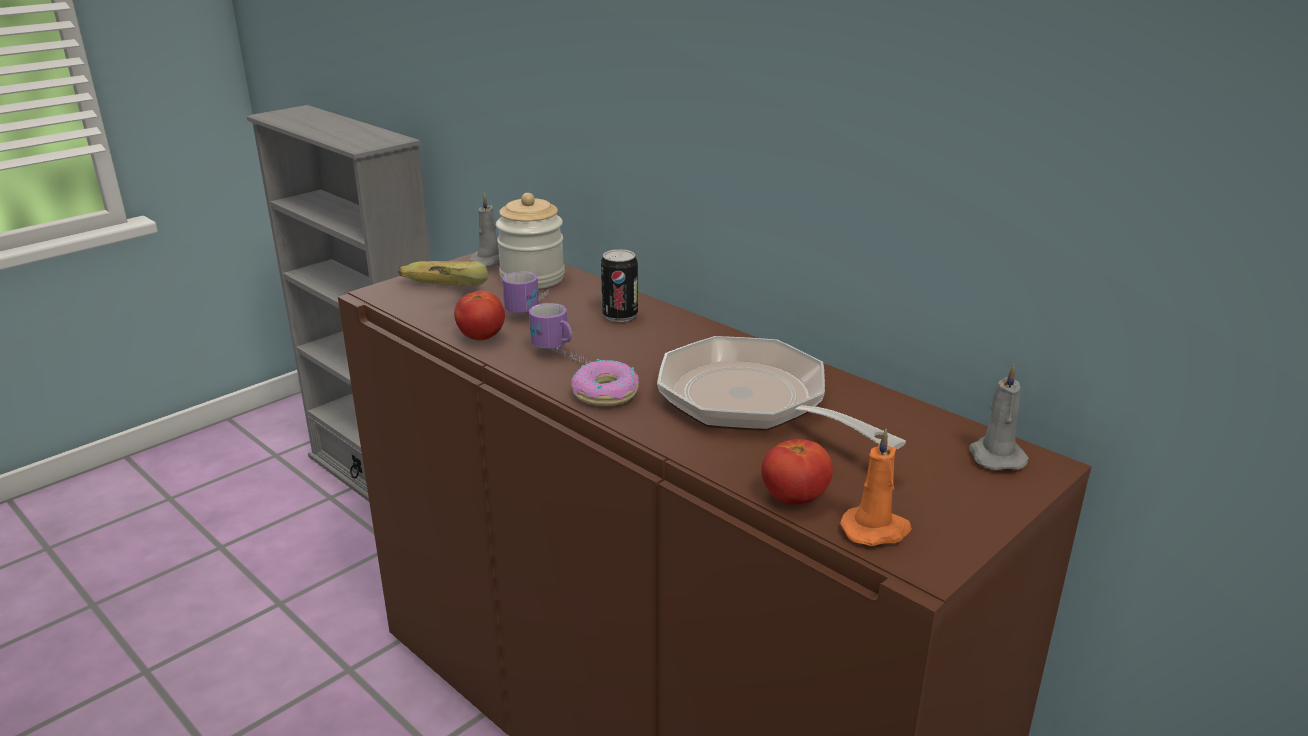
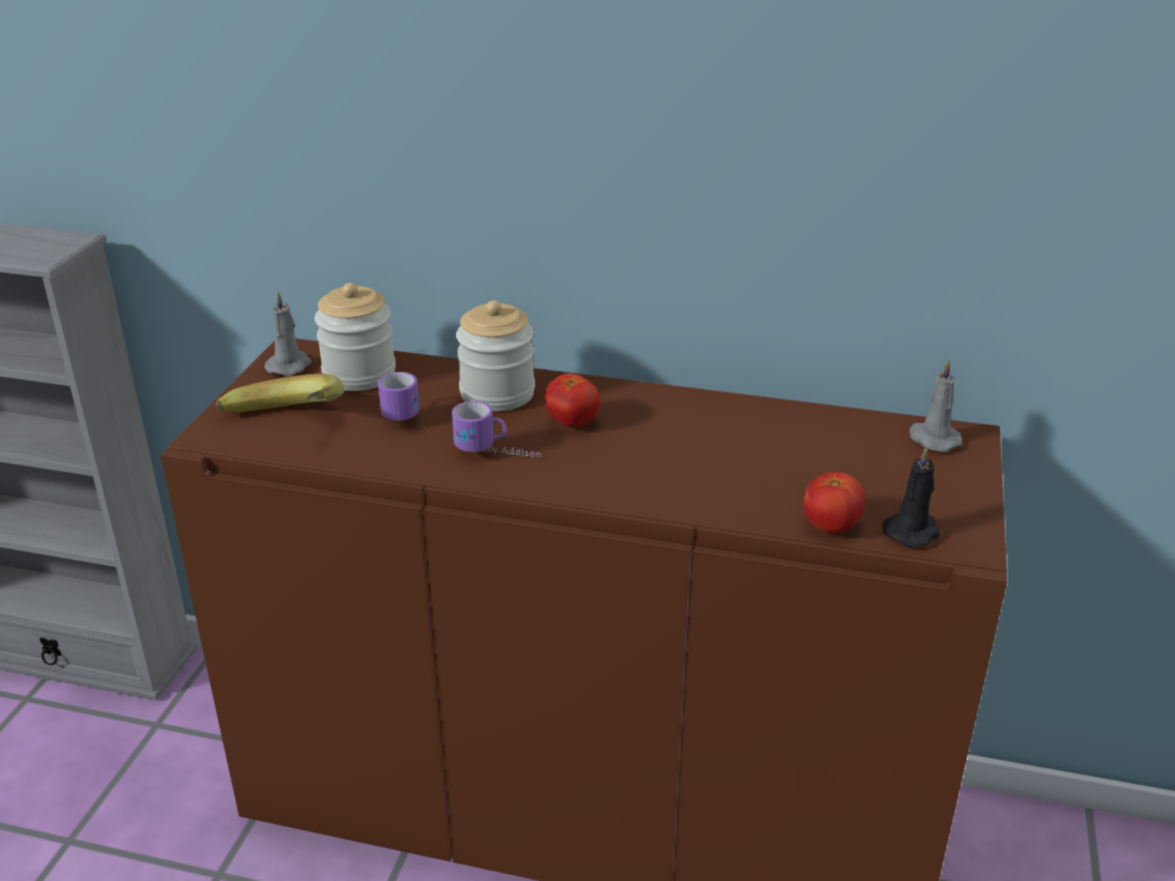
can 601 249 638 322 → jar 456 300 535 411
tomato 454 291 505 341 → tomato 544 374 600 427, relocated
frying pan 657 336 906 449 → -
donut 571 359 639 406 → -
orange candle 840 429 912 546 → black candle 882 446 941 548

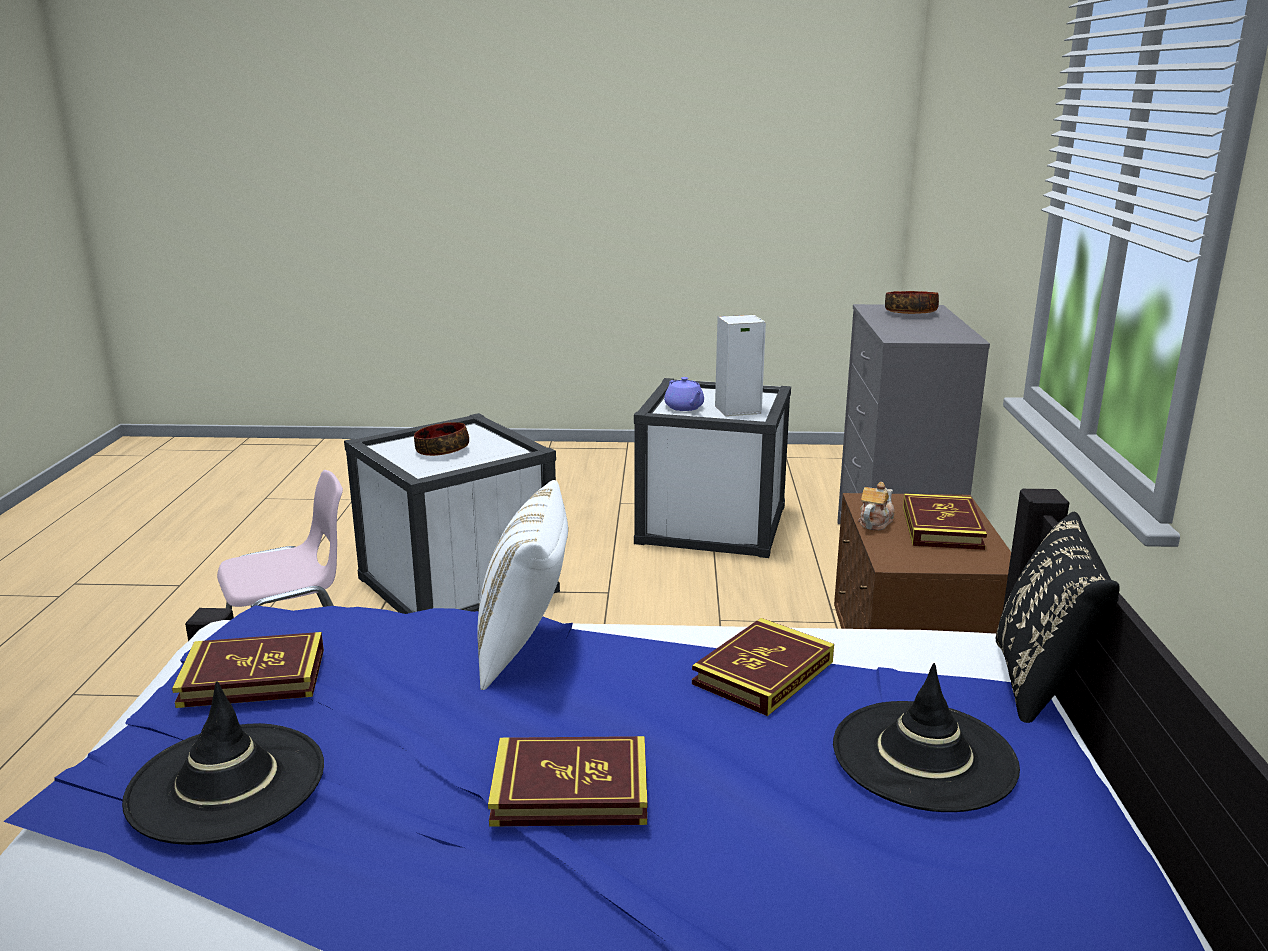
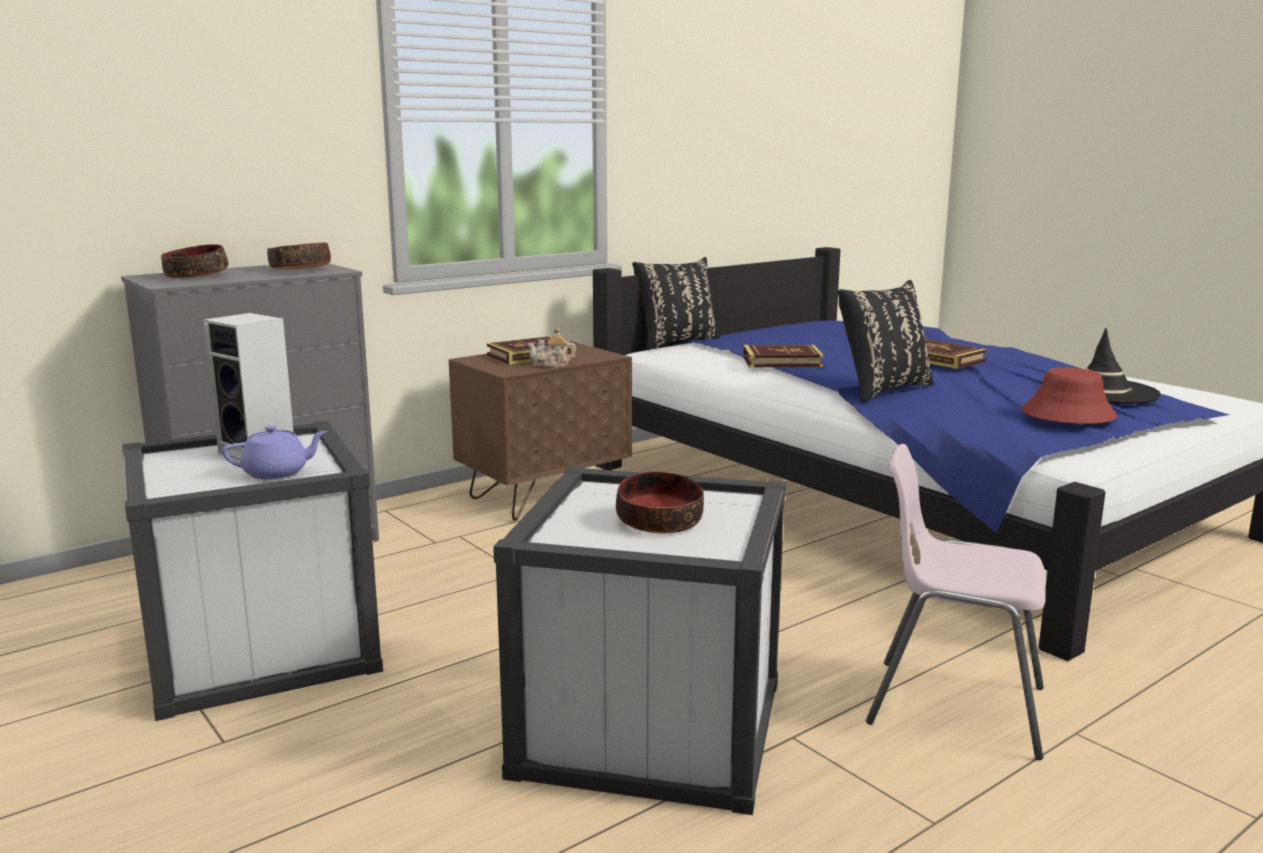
purple teapot 664 377 704 411 → purple teapot 222 425 328 480, 45 degrees clockwise
white pillow 478 480 568 690 → black pillow 838 280 934 402
book 172 632 324 708 → red hat 1021 368 1117 424
black hat 833 663 1020 812 → -
- → bowl 267 242 331 270

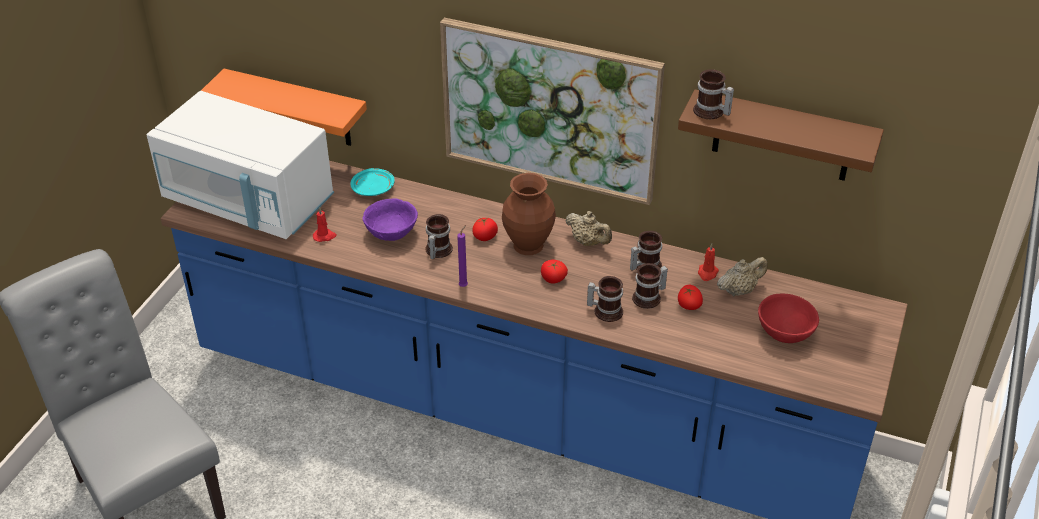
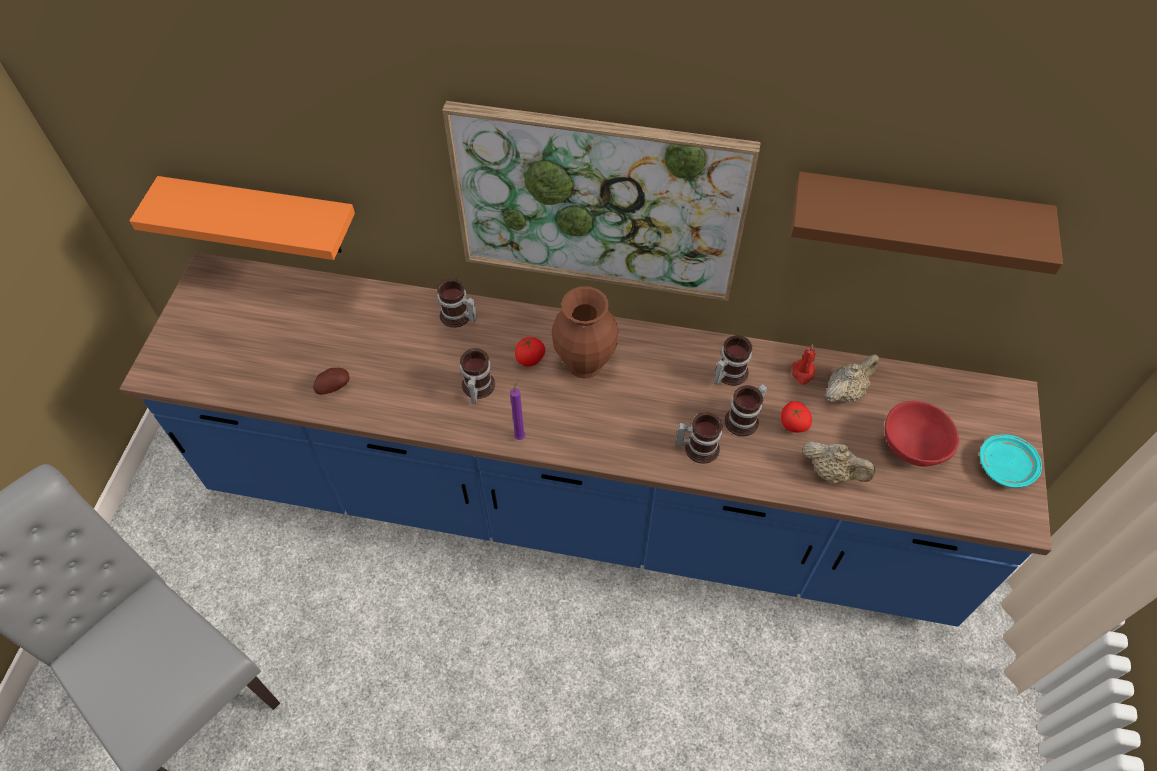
mug 693 69 734 119 → mug 437 278 477 328, relocated
white microwave 146 91 334 239 → -
turquoise plate 351 168 394 196 → turquoise plate 980 434 1042 488, relocated
purple bowl 362 198 418 241 → -
red candle 313 207 337 242 → potato 313 368 349 394
beige teapot 565 211 612 246 → beige teapot 803 442 875 484, relocated
tomato 541 260 568 284 → -

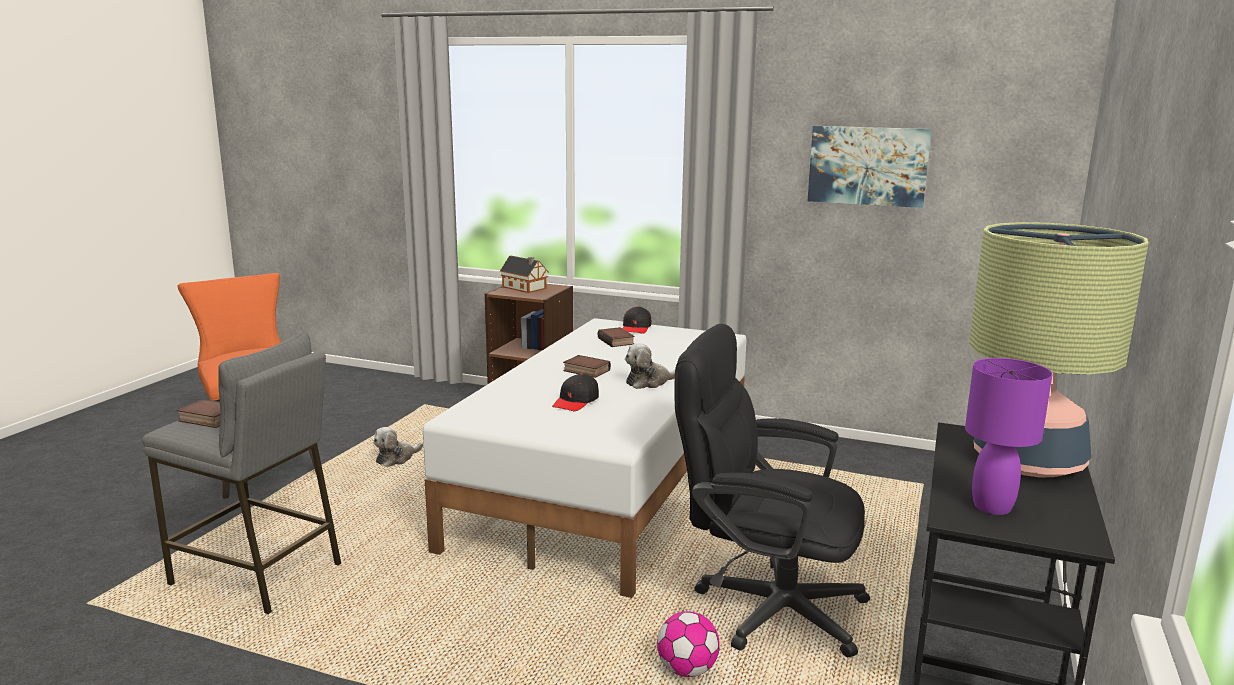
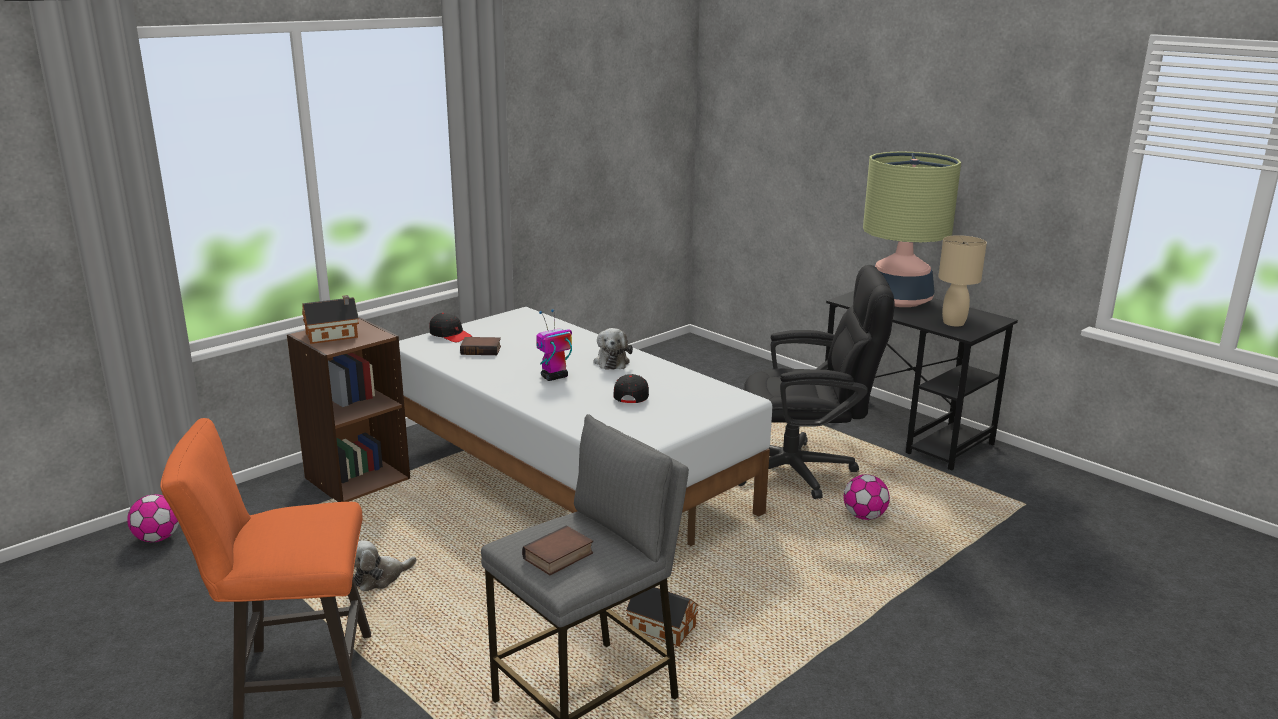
picture 808 126 932 208 → -
black office chair 675 324 870 658 → black office chair 739 265 895 499, 135 degrees counterclockwise
book 563 355 611 378 → toy robot 536 309 572 381
purple table lamp 965 358 1053 515 → beige table lamp 938 235 987 327
black cap 552 373 599 411 → black cap 613 374 649 403, 135 degrees counterclockwise
plush toy 373 427 423 467 → plush toy 354 541 417 591, 75 degrees clockwise
- → football 127 494 179 542
- → toy house 626 587 699 646

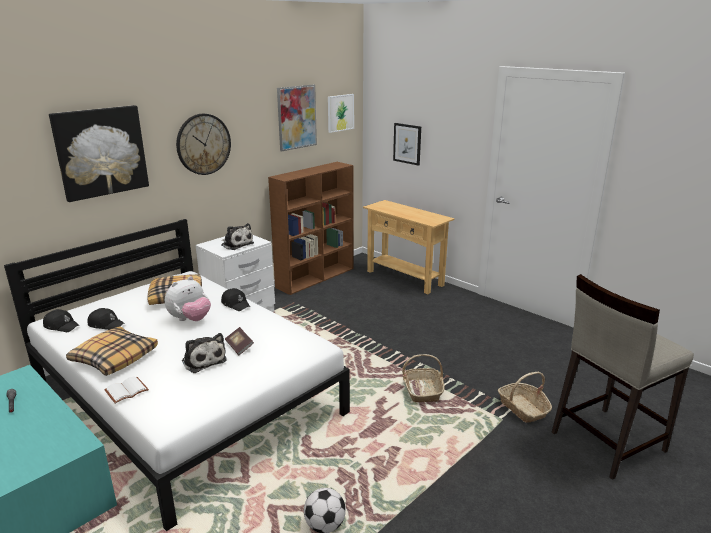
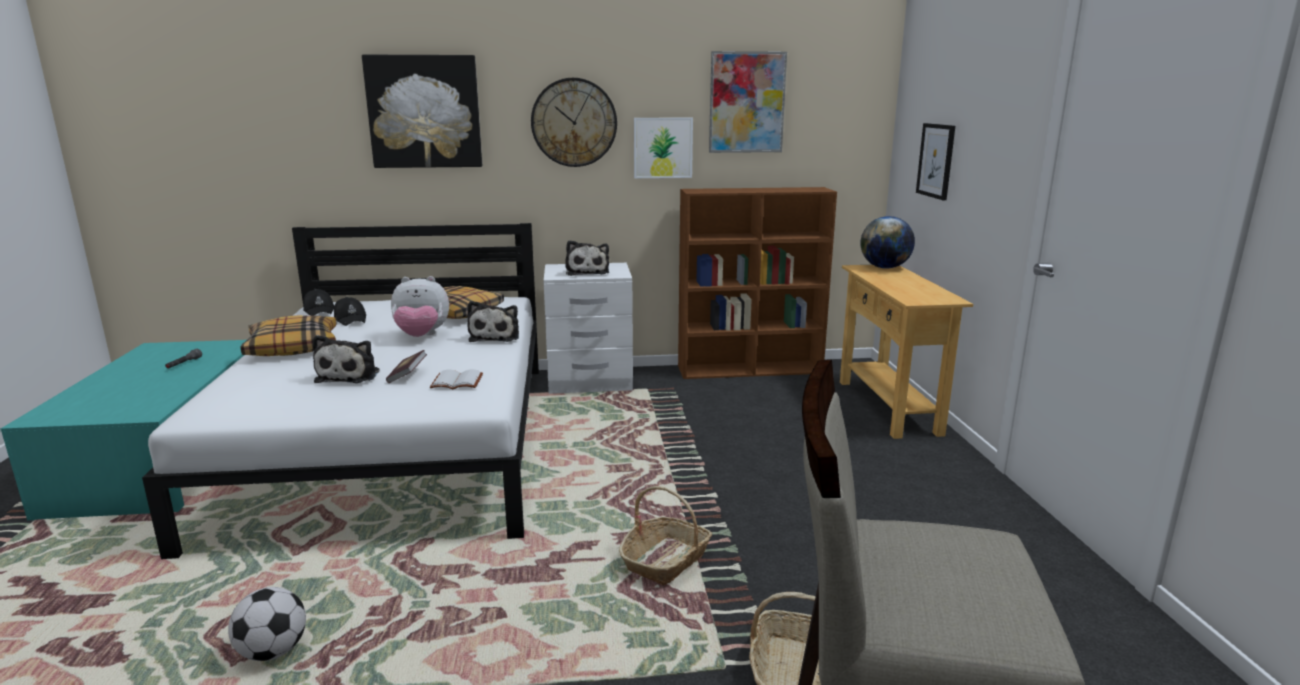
picture 328 94 354 133 → picture 634 118 693 178, relocated
black cap 221 288 250 311 → plush toy 467 301 519 342
white book 104 376 149 404 → white book 430 369 483 389, relocated
- → globe 861 216 915 269

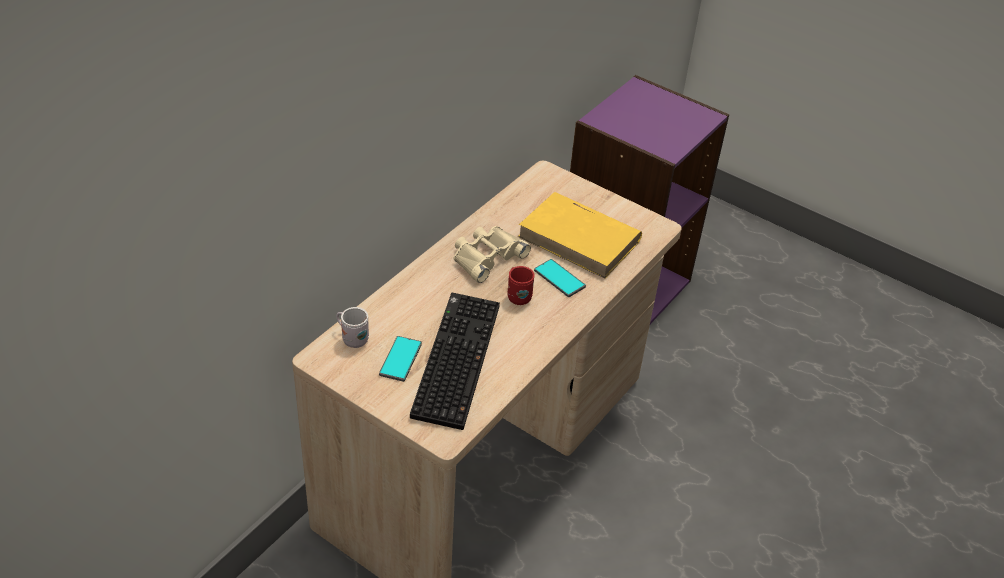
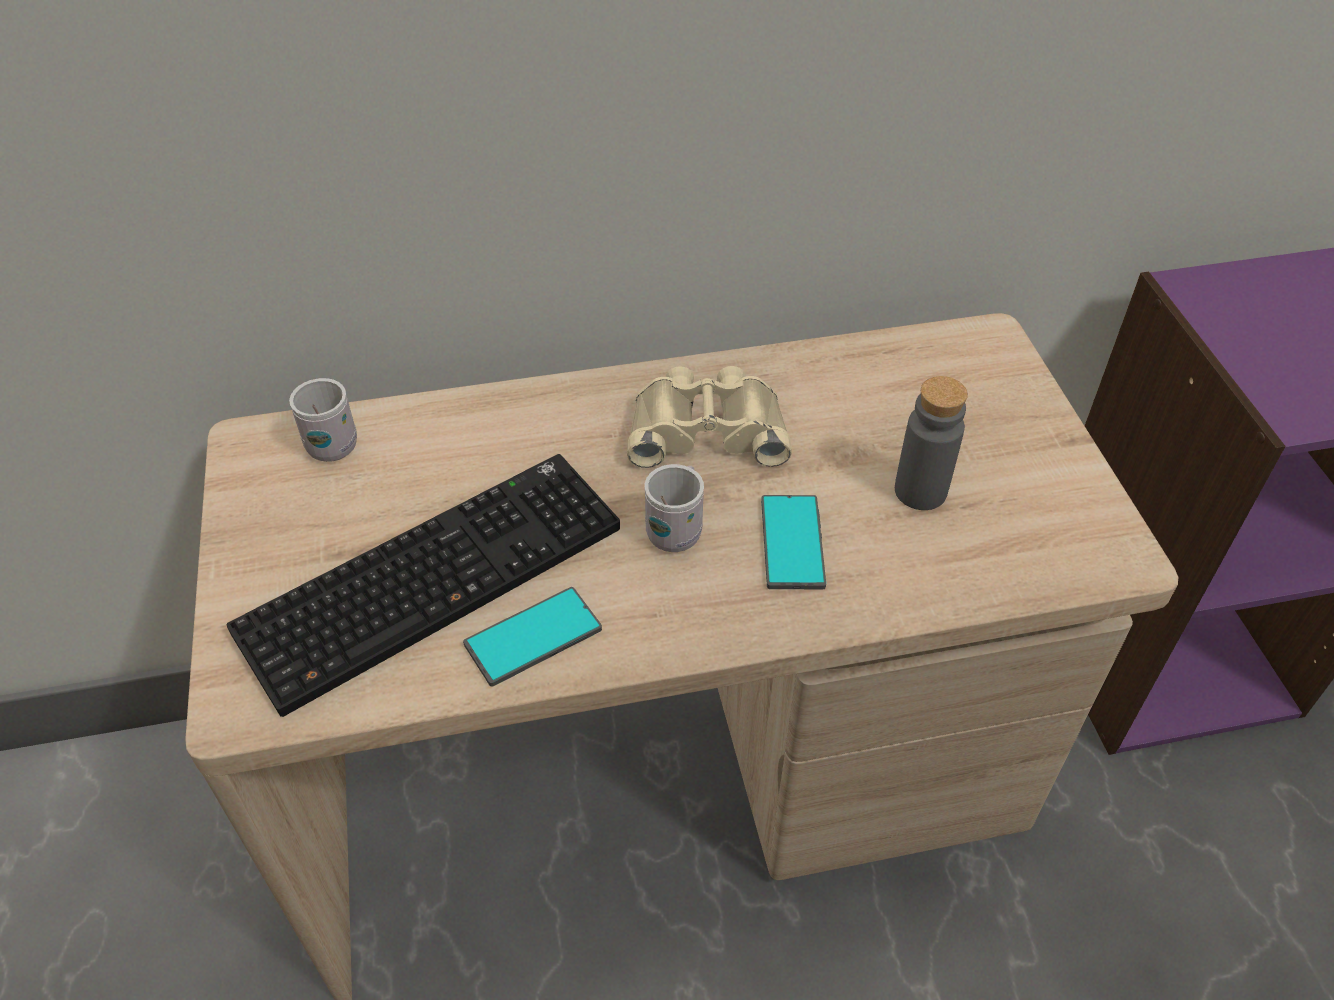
yellow book 518 192 642 279 → grey bottle 895 376 968 510
red mug 507 266 535 305 → white mug 644 464 704 552
phone 379 336 422 382 → phone 463 587 602 687, relocated

